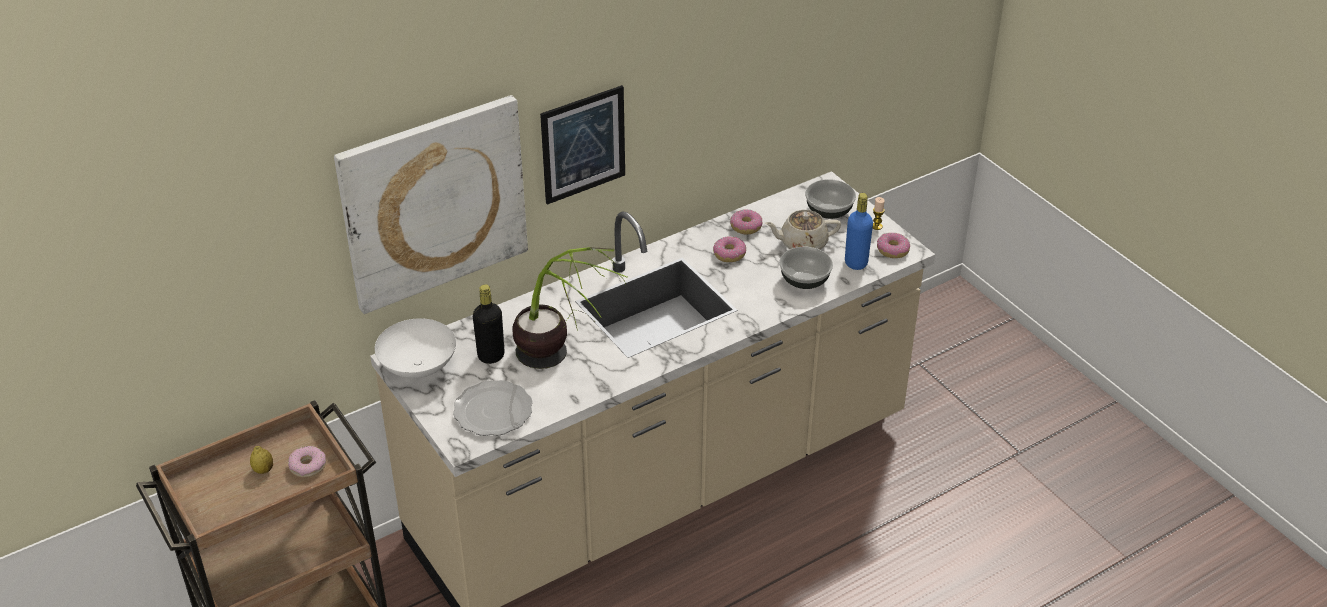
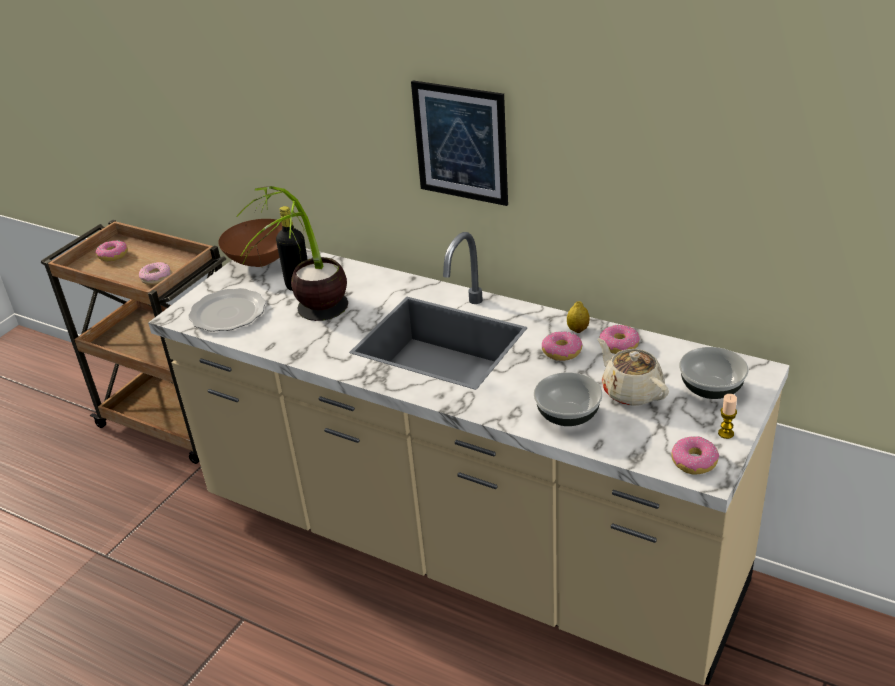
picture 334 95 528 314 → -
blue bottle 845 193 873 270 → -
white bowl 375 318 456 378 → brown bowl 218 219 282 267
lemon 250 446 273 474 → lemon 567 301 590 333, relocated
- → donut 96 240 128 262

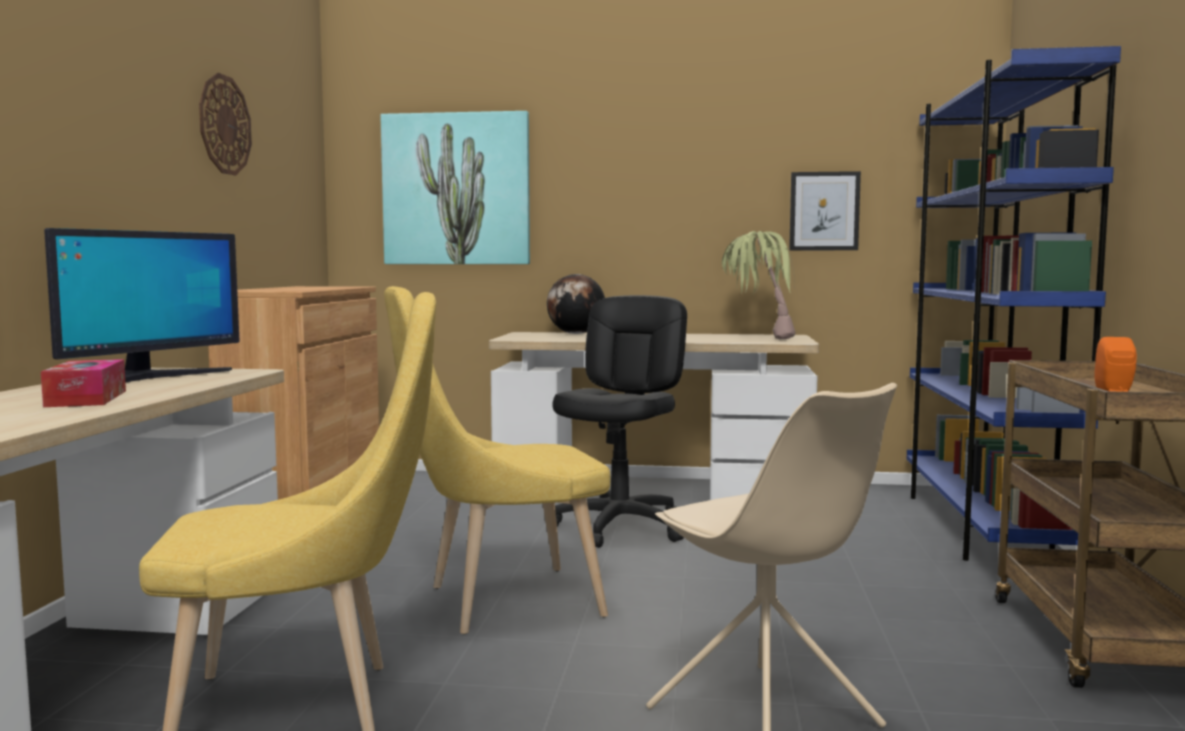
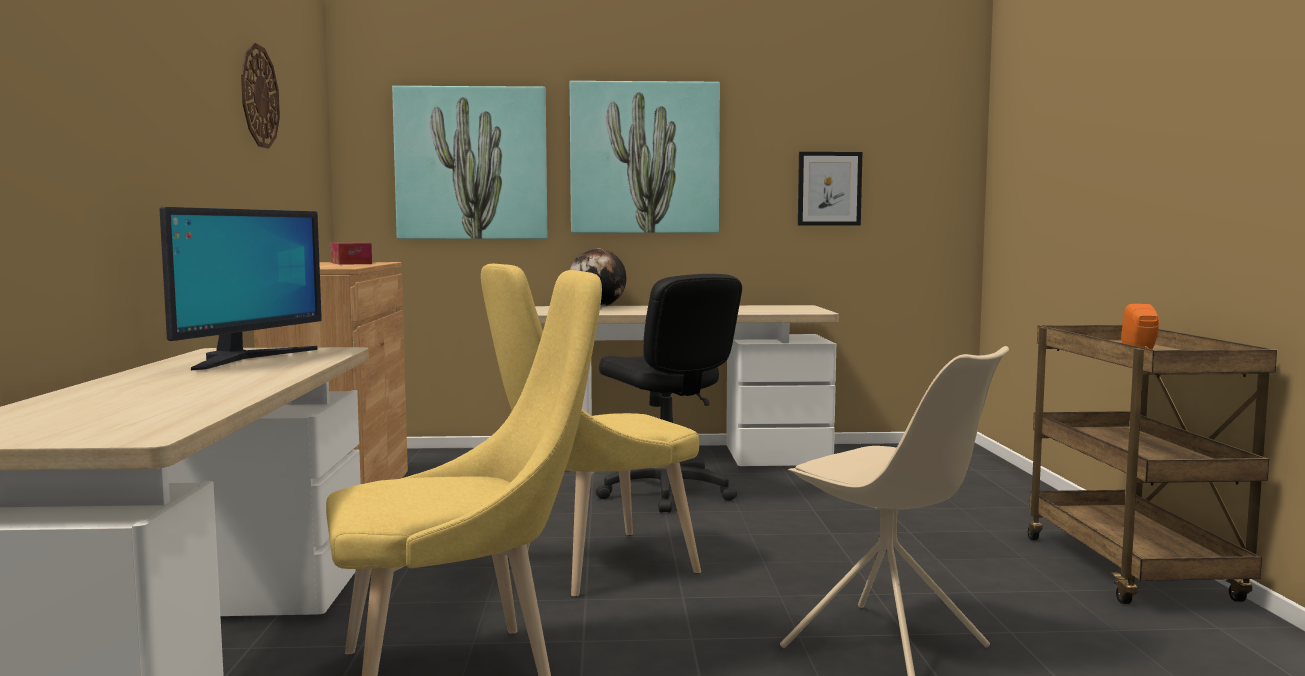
blue bookcase 907 46 1121 561 → -
potted plant 722 231 796 339 → -
black office chair 545 295 687 548 → black office chair 596 274 742 513, 135 degrees clockwise
tissue box 41 359 126 407 → tissue box 330 243 372 265, relocated
- → picture 570 81 720 233

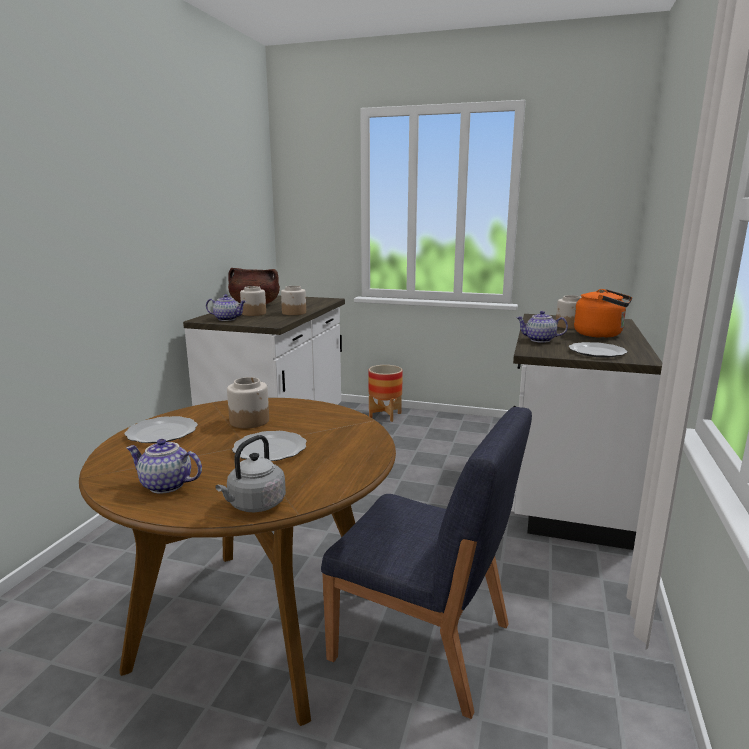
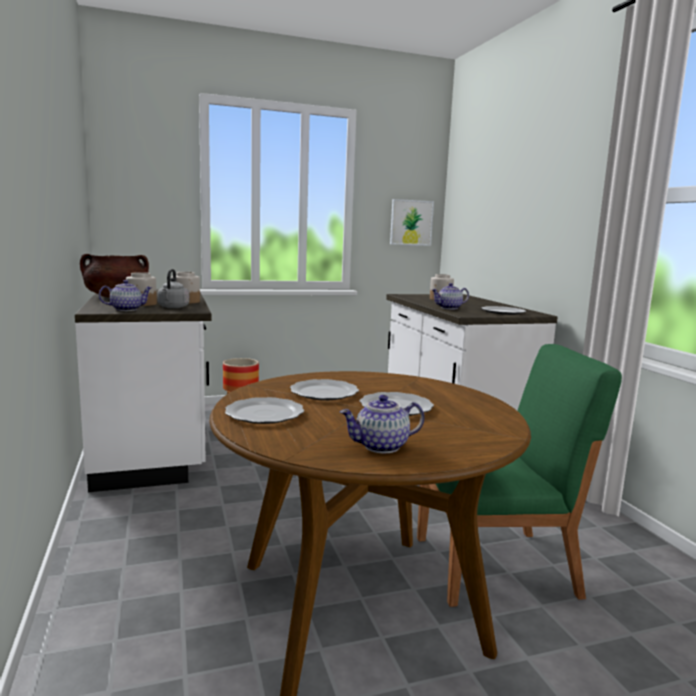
orange kettle 574 289 632 338 → -
jar 227 377 269 428 → plate 290 379 359 400
blue chair 321 407 532 719 → green chair 417 344 622 607
grey kettle 215 435 286 512 → grey kettle 158 269 190 308, relocated
- → picture 390 199 434 246

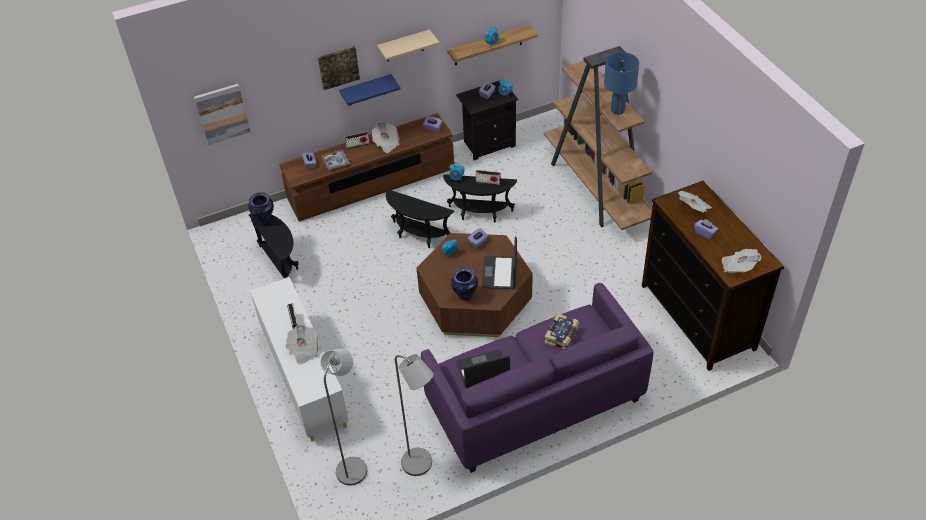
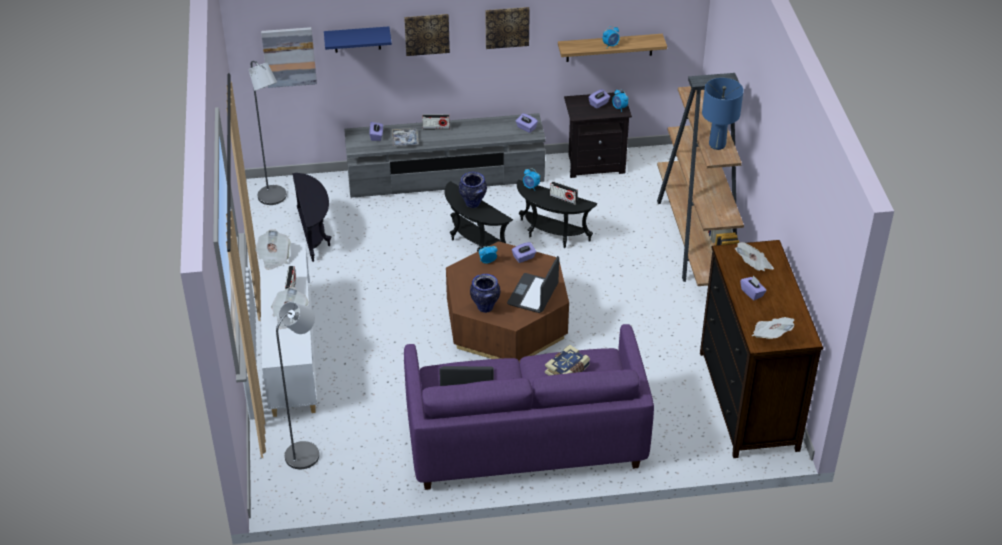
beige shelf 377 29 440 62 → picture 485 7 530 49
blue shelf 339 74 401 106 → blue shelf 324 26 392 53, relocated
brown tv stand 279 113 454 221 → grey tv stand 344 113 546 198
newspaper 372 122 400 153 → newspaper 255 229 291 270, relocated
vase 248 192 274 223 → vase 459 172 487 208, relocated
grey floor lamp 395 354 433 476 → grey floor lamp 248 61 287 205, relocated

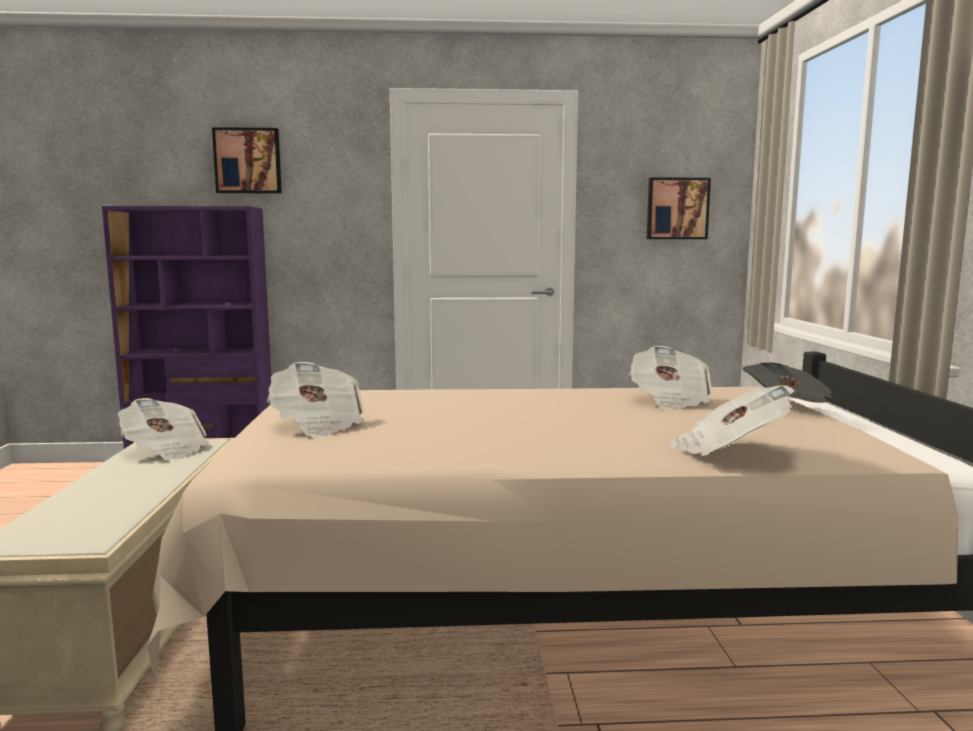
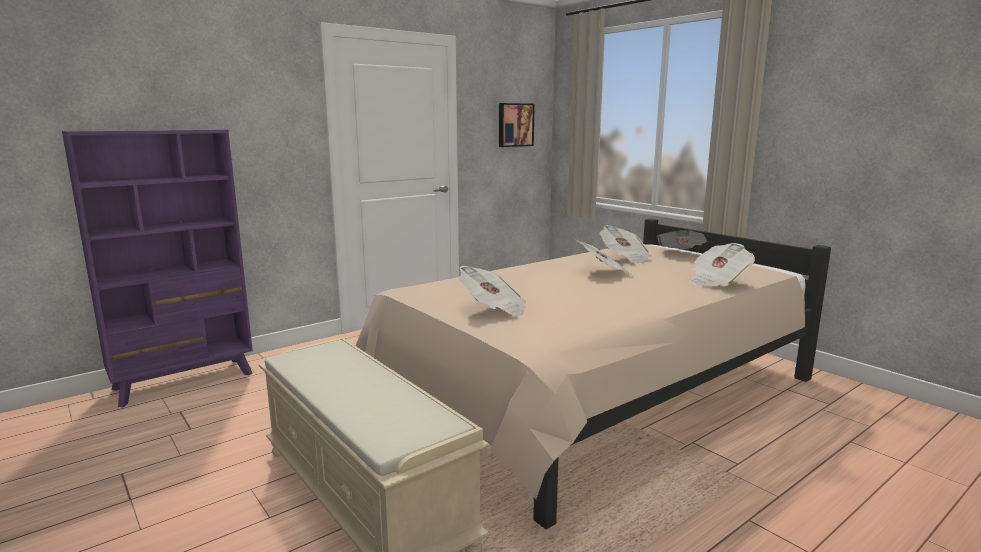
picture 212 127 282 193 → -
newspaper 118 398 209 461 → newspaper 576 240 633 275, relocated

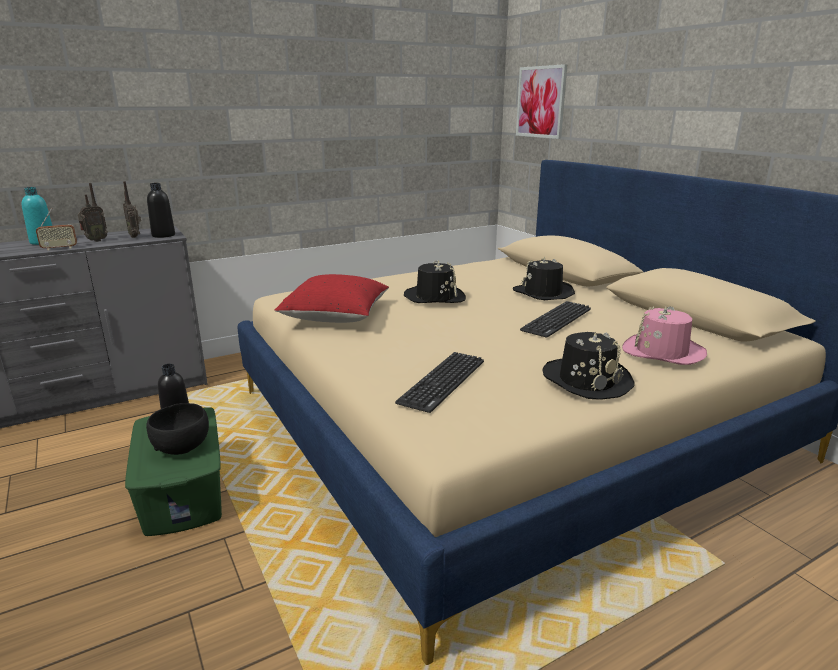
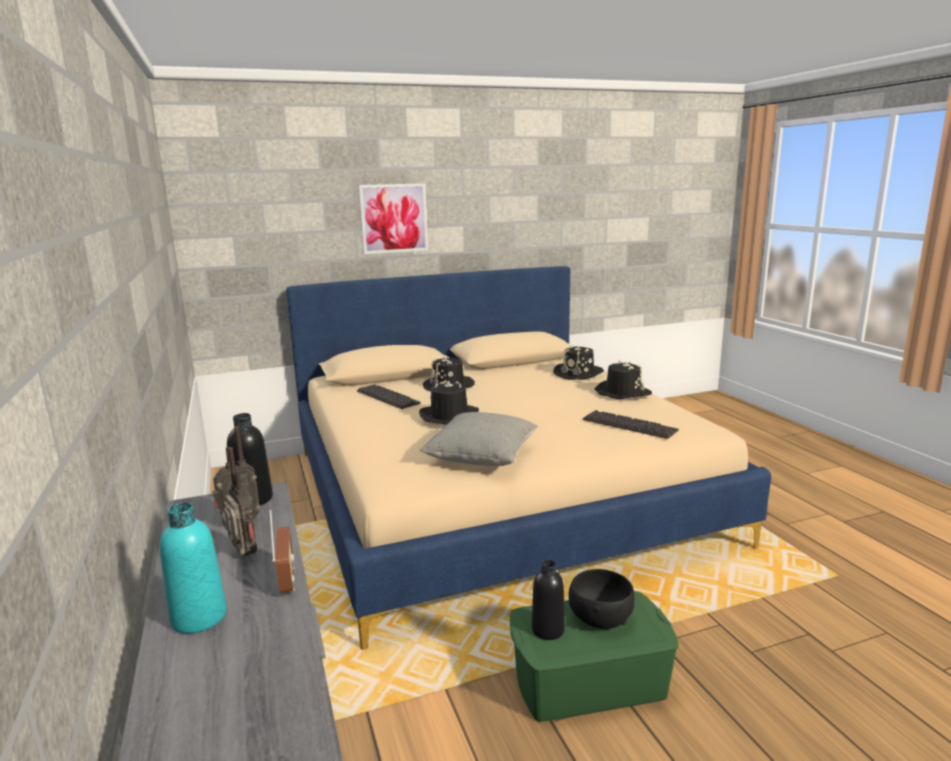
picture 516 64 567 139 → picture 359 183 428 254, relocated
red pillow 274 274 389 323 → grey pillow 420 412 538 466
keyboard 520 301 591 337 → keyboard 357 384 421 409, relocated
pink hat 622 306 707 365 → black hat 553 345 604 380

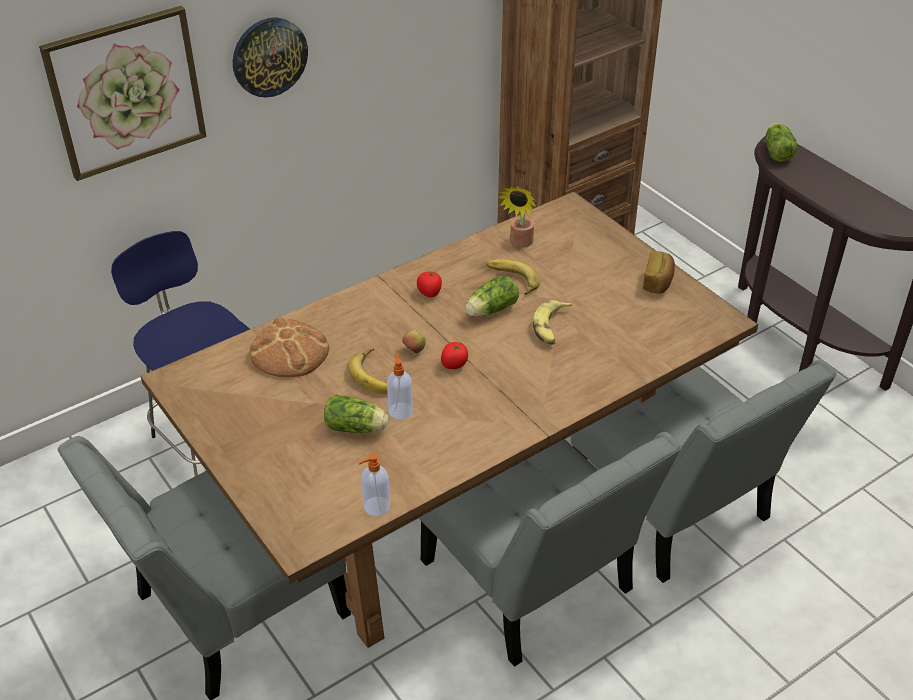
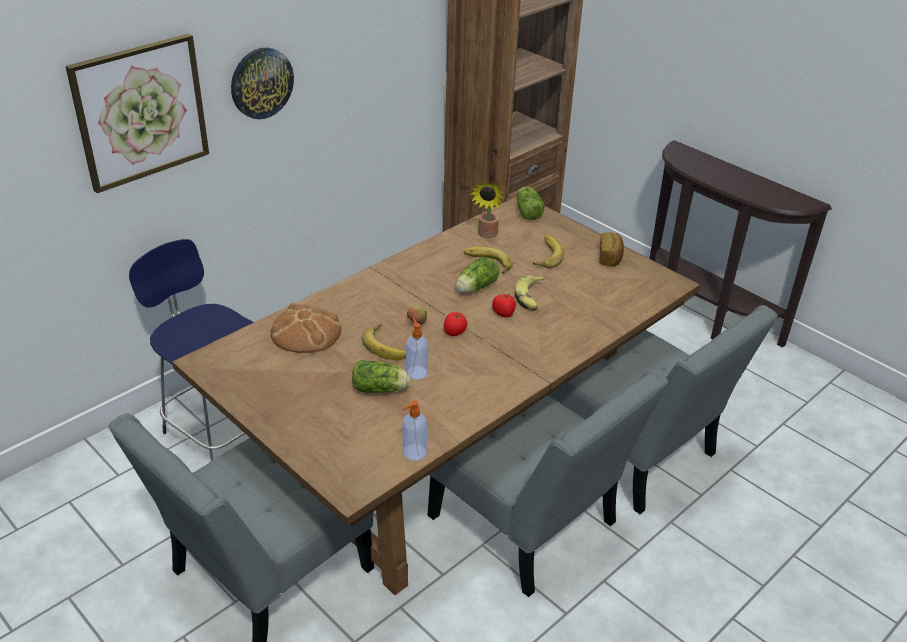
lettuce 766 123 797 162 → lettuce 517 187 544 220, relocated
tomato 417 271 442 297 → tomato 492 293 516 317, relocated
- → banana 533 235 565 268

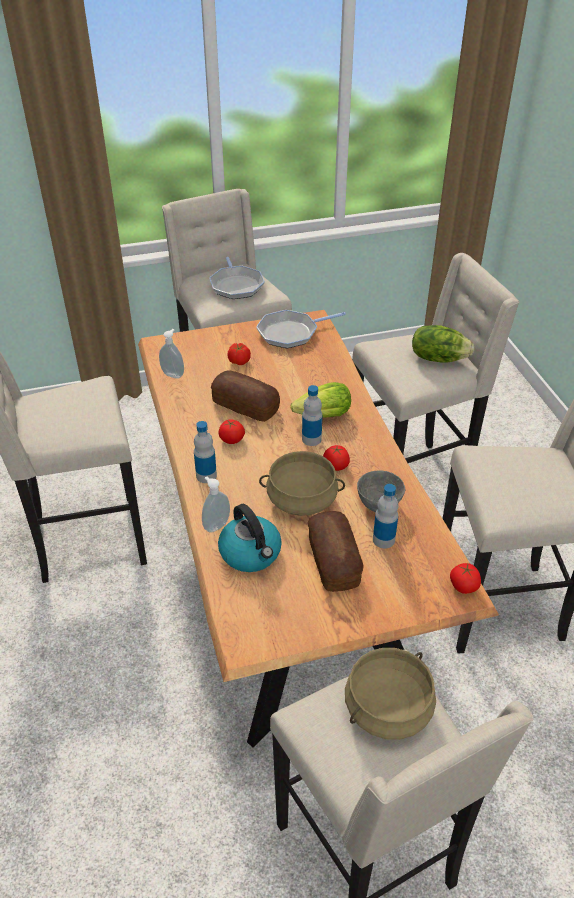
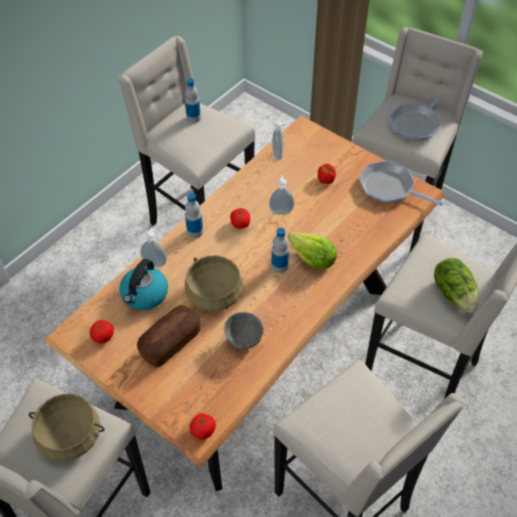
bread 211 370 280 422 → soap dispenser 269 176 294 215
tomato 323 445 350 471 → tomato 90 320 114 343, relocated
bottle 373 484 398 549 → bottle 185 78 201 123, relocated

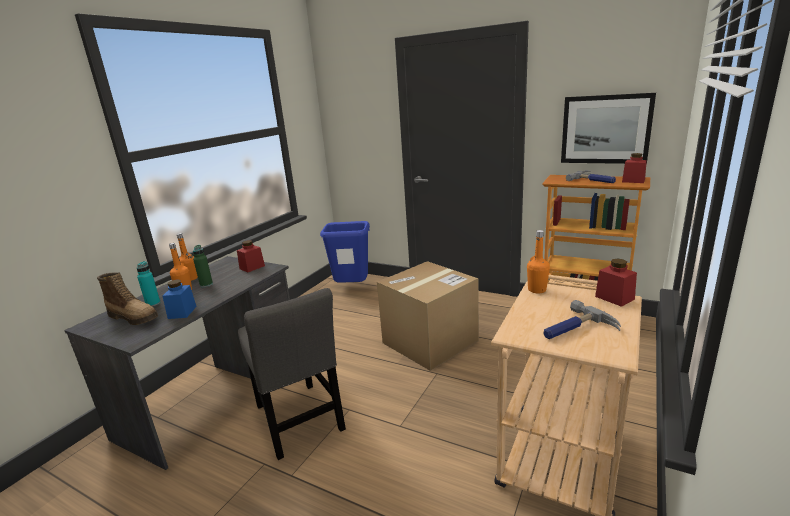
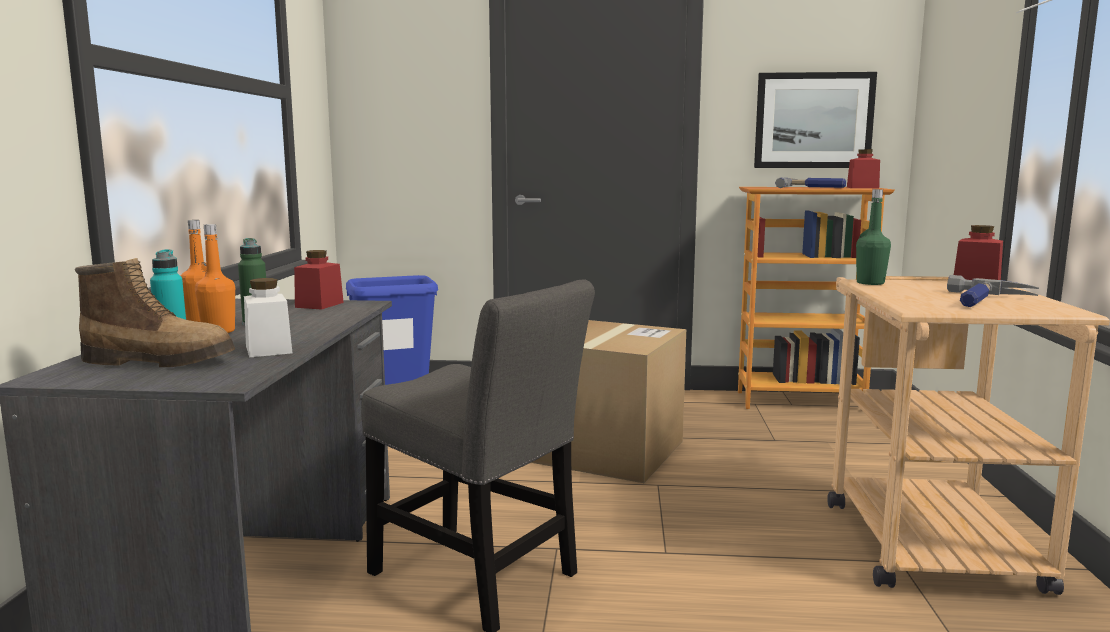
orange bottle 527 230 550 293 → green bottle 856 189 891 285
blue jar 163 280 197 319 → white jar 244 278 292 358

